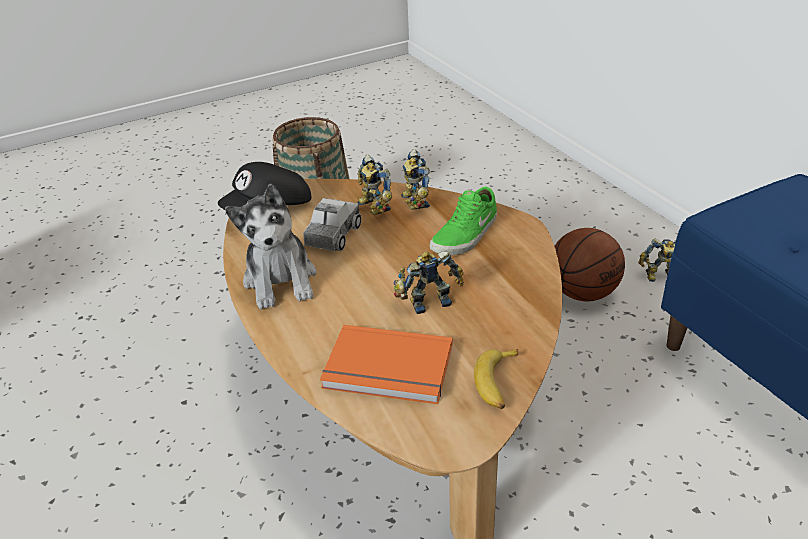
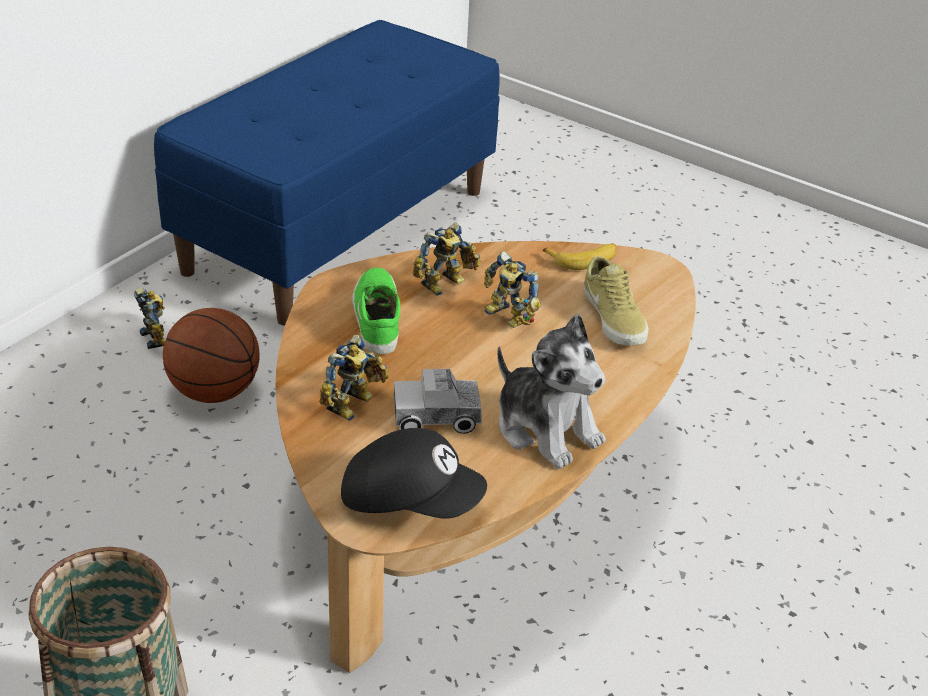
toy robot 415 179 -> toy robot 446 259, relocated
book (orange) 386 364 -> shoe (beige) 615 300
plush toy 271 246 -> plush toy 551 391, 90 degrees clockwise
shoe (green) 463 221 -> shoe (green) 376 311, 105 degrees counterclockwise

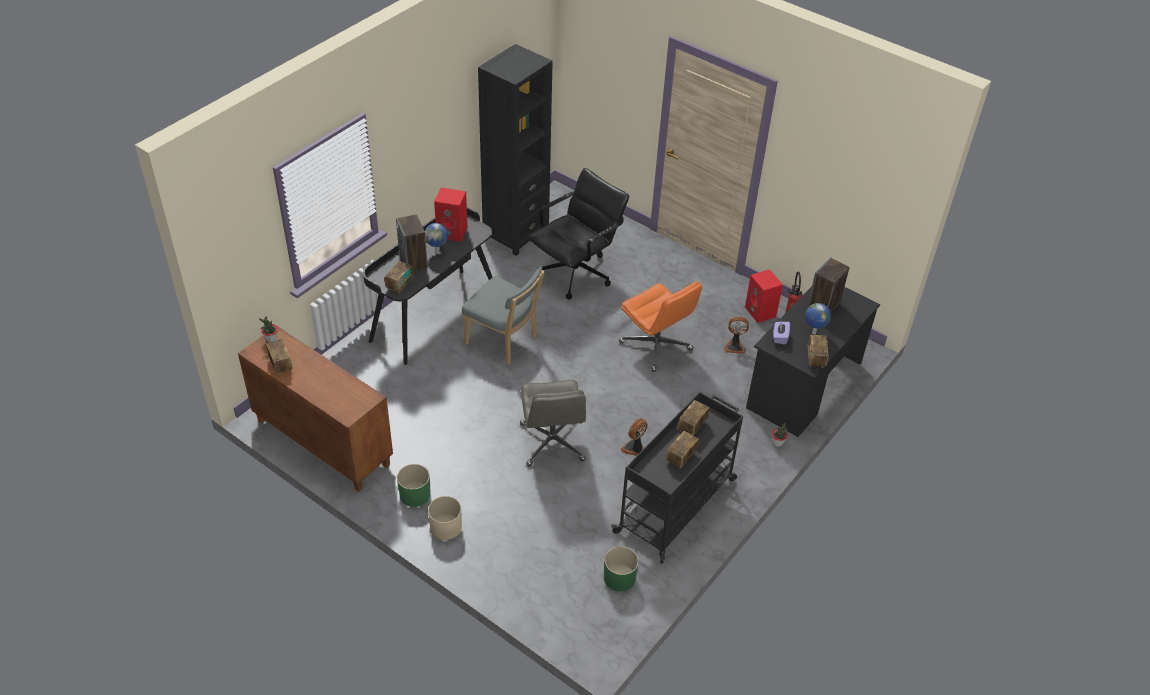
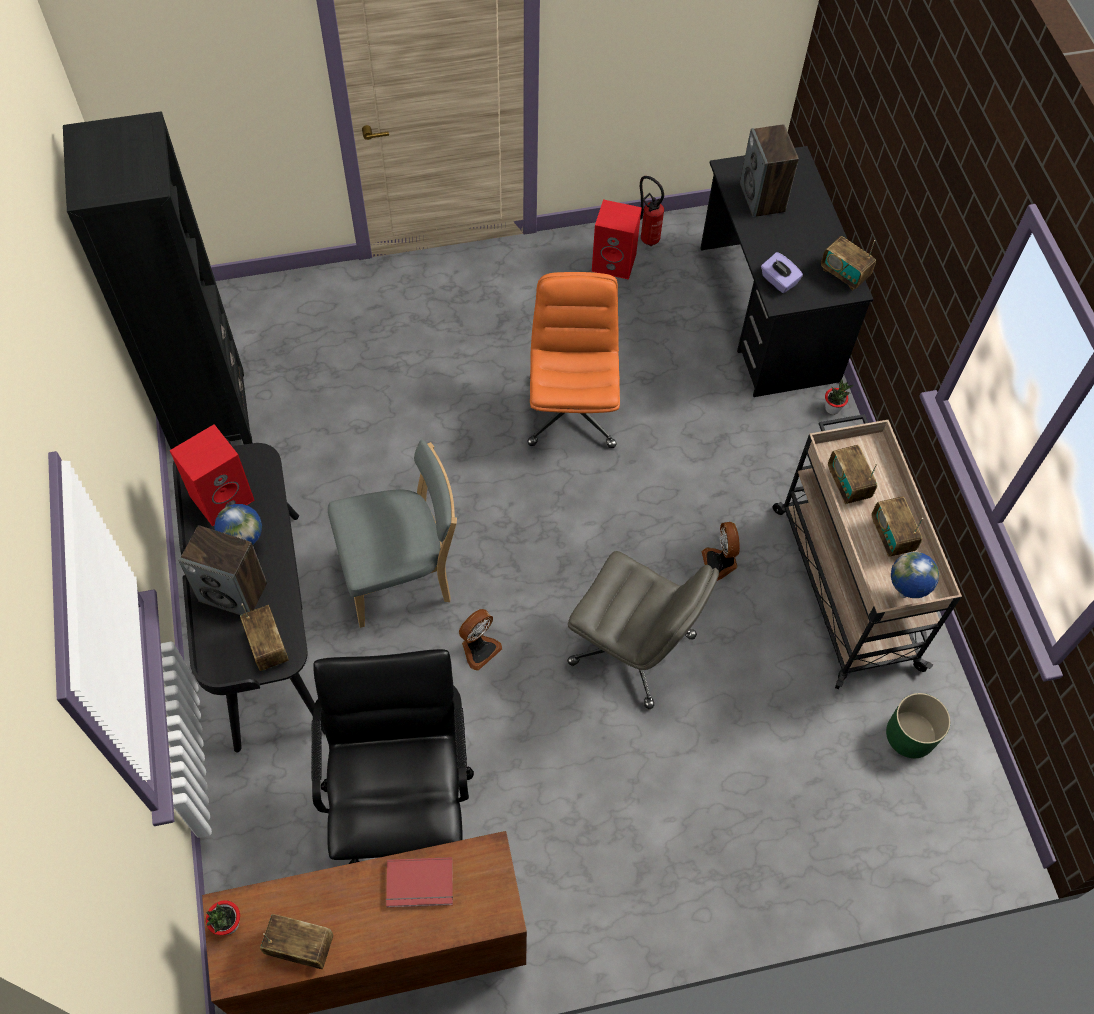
planter (green) 414 485 -> none
planter (beige) 445 518 -> none
none -> book (red) 419 882
office chair (black) 578 234 -> office chair (black) 392 756, relocated
fan 736 335 -> fan 480 640, relocated
globe 818 319 -> globe 915 575, relocated
cart (black) 677 477 -> cart (beige) 867 551
office chair (orange) 660 326 -> office chair (orange) 574 360, 90 degrees counterclockwise

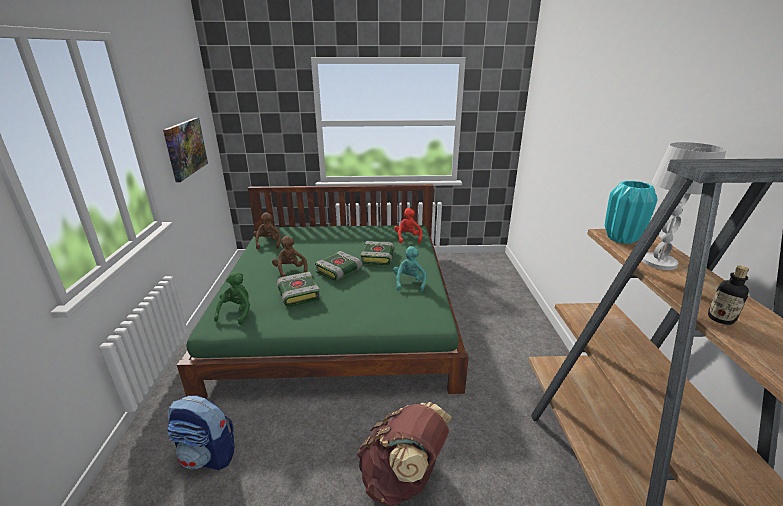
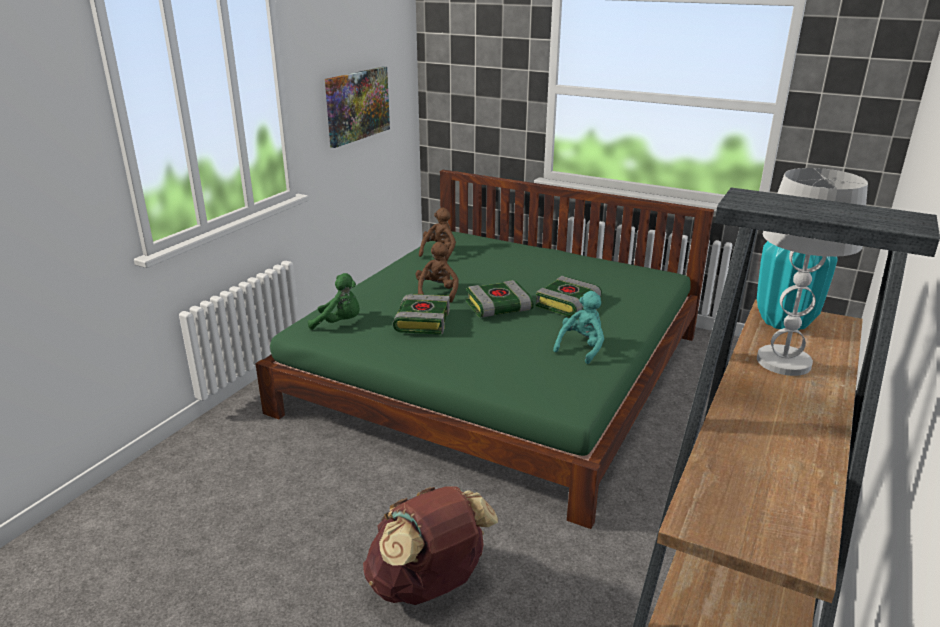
backpack 201 433 -> none
plush toy (red) 408 226 -> none
bottle 728 295 -> none
plush toy (green) 232 298 -> plush toy (green) 334 301, 60 degrees clockwise

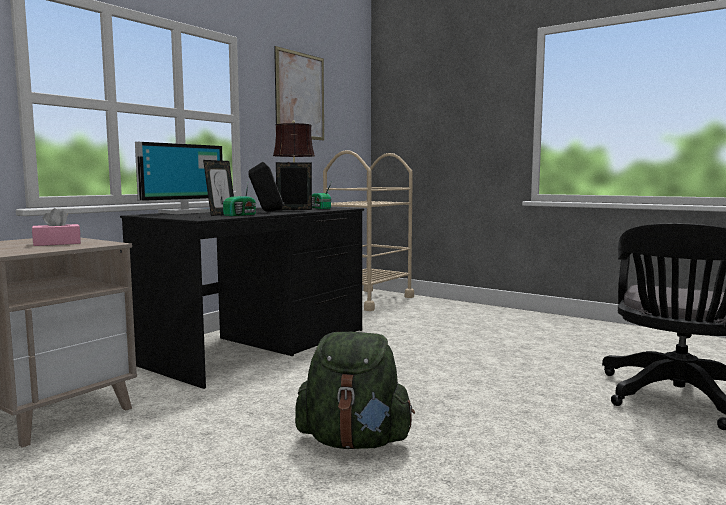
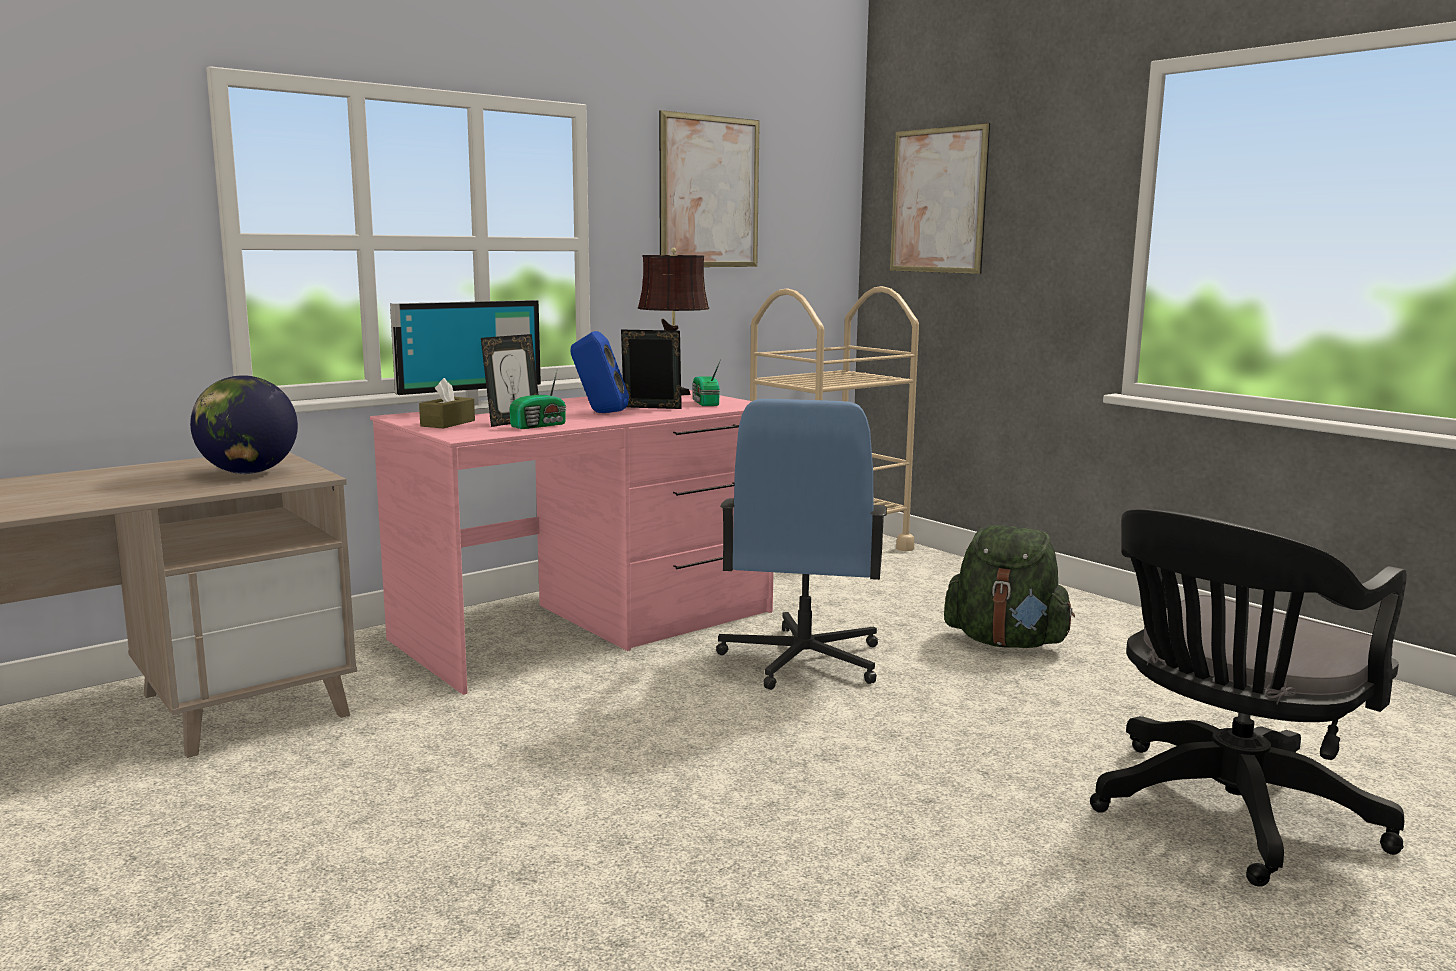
none -> tissue box (brown) 447 403
none -> office chair (blue) 801 544
none -> picture 940 198
backpack (green) 355 390 -> backpack (green) 1009 586, relocated
tissue box (pink) 56 227 -> globe 244 424
desk (black) 242 298 -> desk (pink) 571 542
speaker (black) 266 187 -> speaker (blue) 600 372

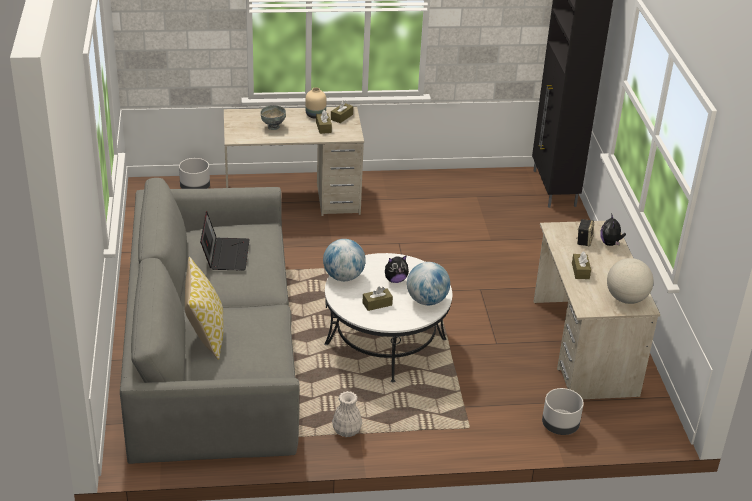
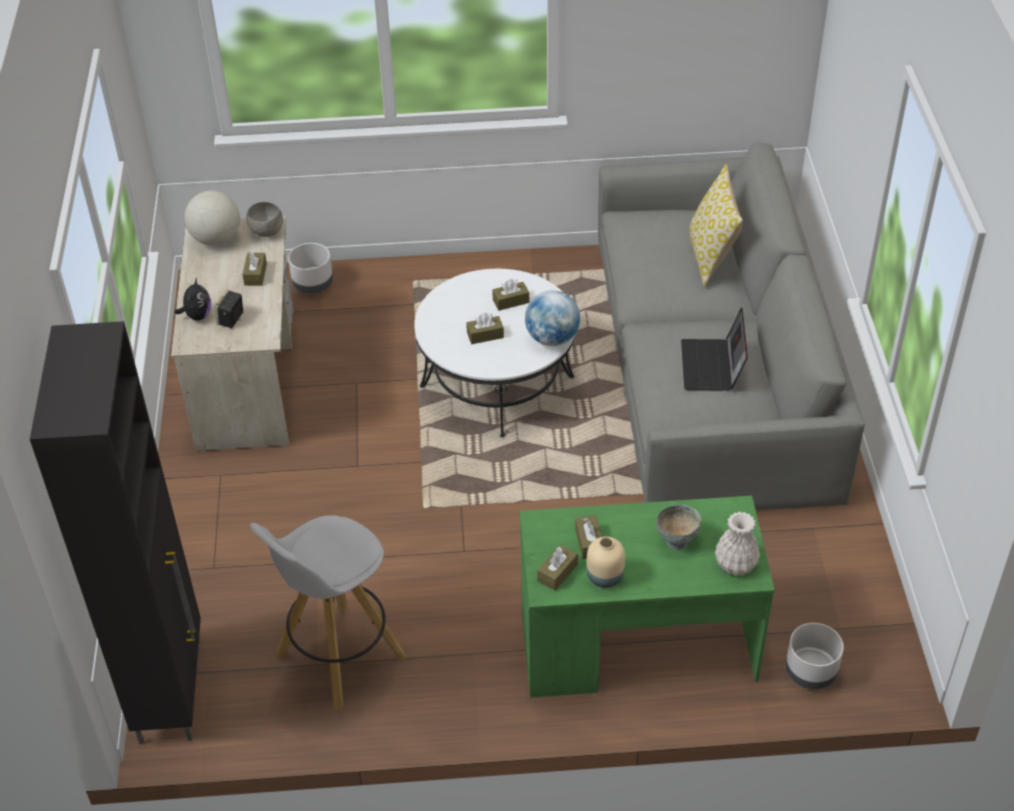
globe 428 283 -> none
none -> bowl (grey) 264 219
none -> stool (white) 328 612
vase (white) 347 414 -> vase (white) 737 544, relocated
plush toy 397 269 -> tissue box (brown) 485 328
desk (beige) 294 161 -> desk (green) 647 597

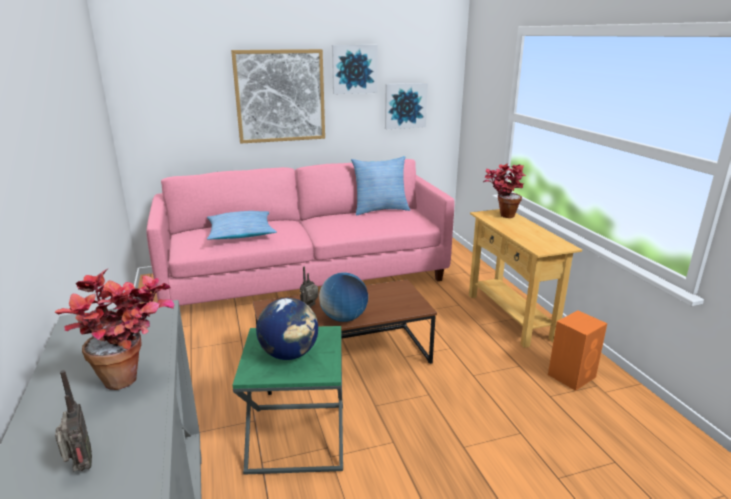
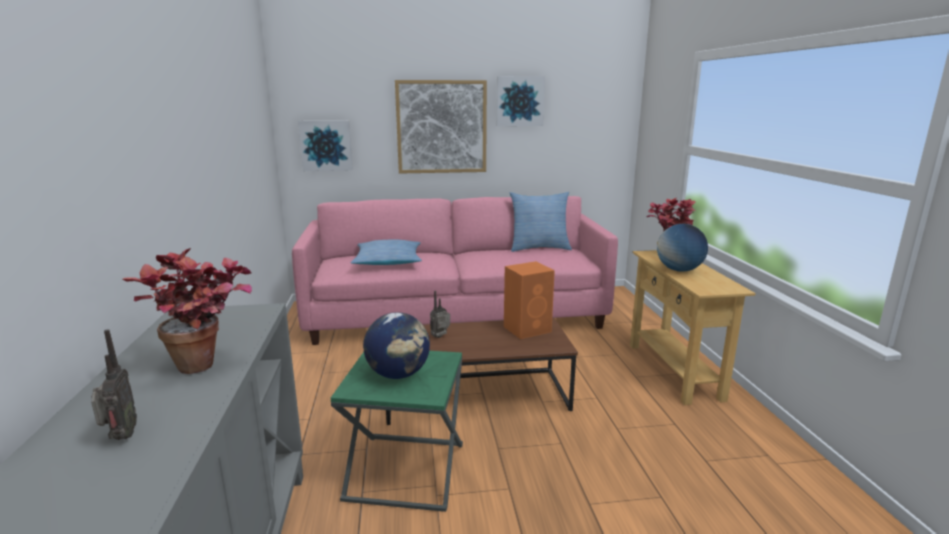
globe 343 297 -> globe 682 248, relocated
picture 406 106 -> picture 325 146, relocated
speaker (orange) 577 350 -> speaker (orange) 529 300, relocated

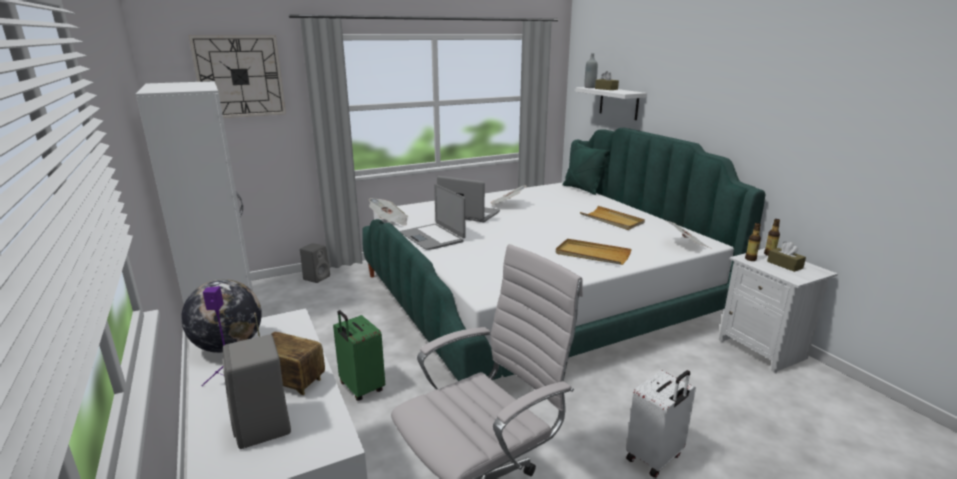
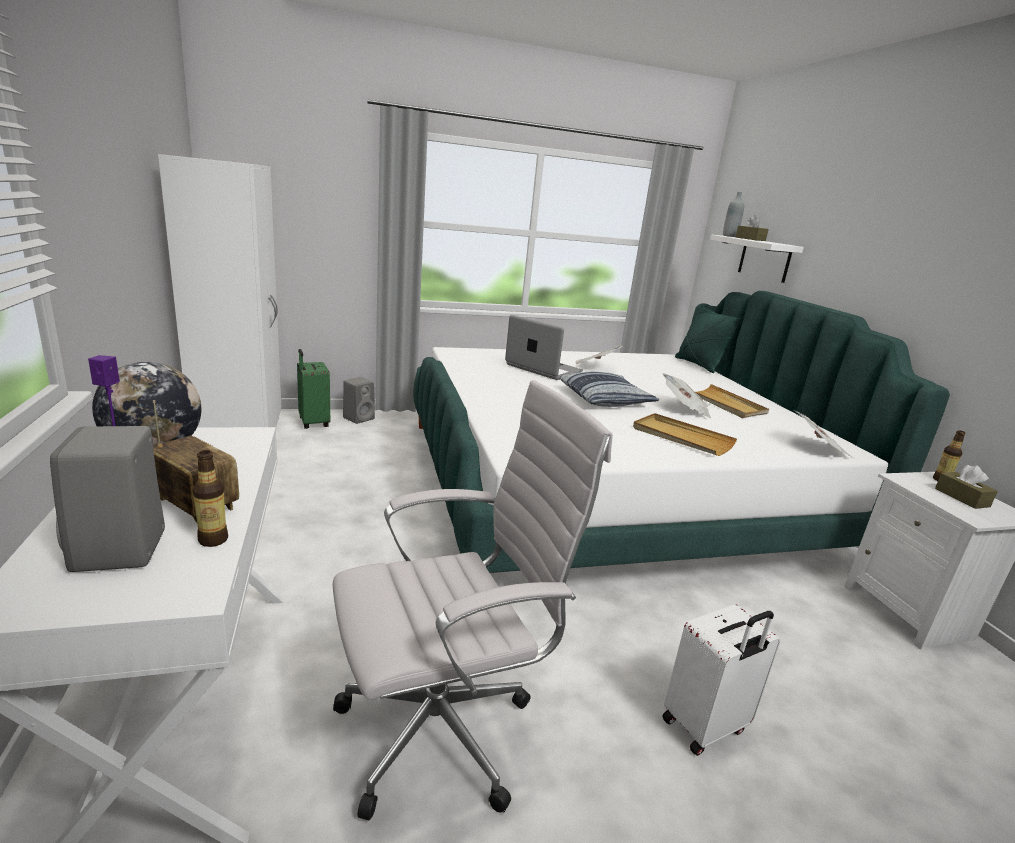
wall clock 237 76 -> none
laptop 433 217 -> none
none -> pillow 609 389
suitcase (green) 359 355 -> suitcase (green) 313 389, relocated
newspaper 388 212 -> newspaper 687 395, relocated
bottle 753 242 -> bottle 210 498, relocated

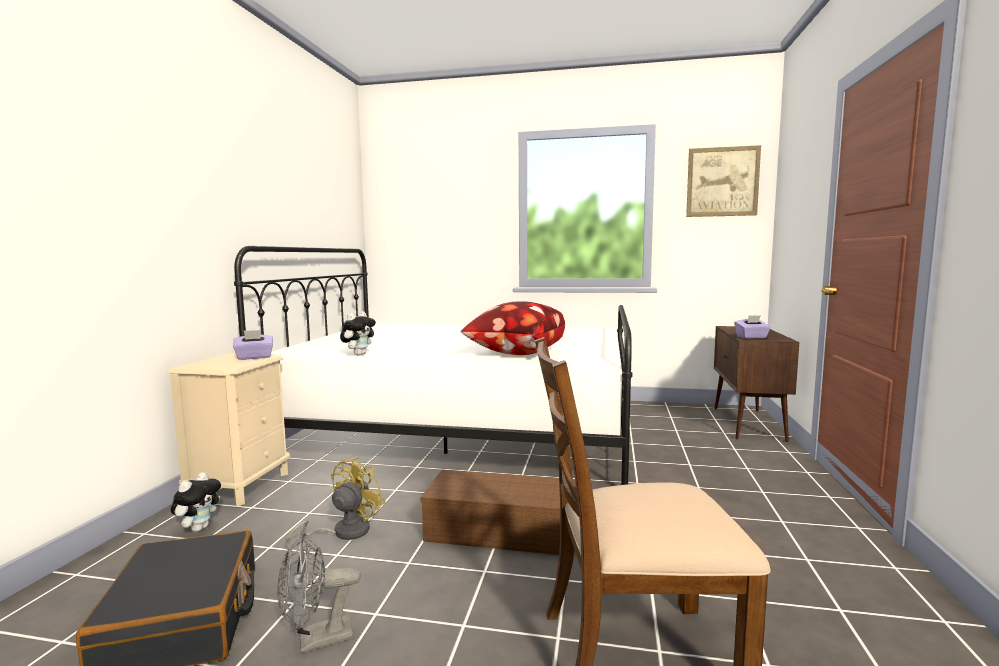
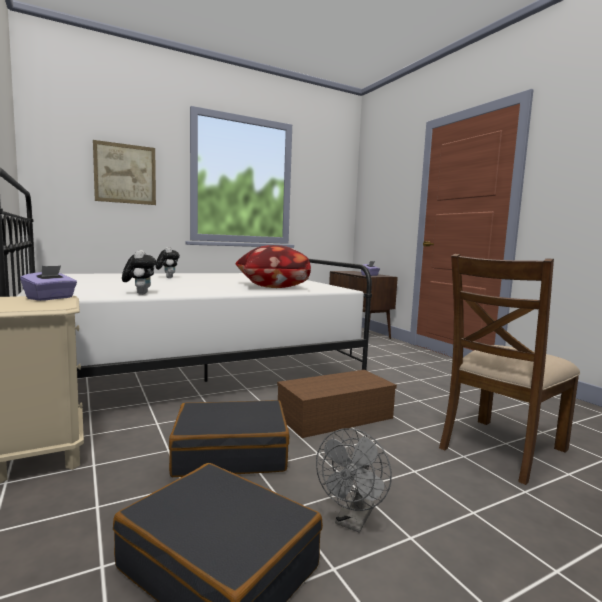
plush toy 196 502 -> plush toy 168 262, relocated
picture 723 181 -> picture 124 172, relocated
fan (yellow) 335 503 -> suitcase (black) 229 438

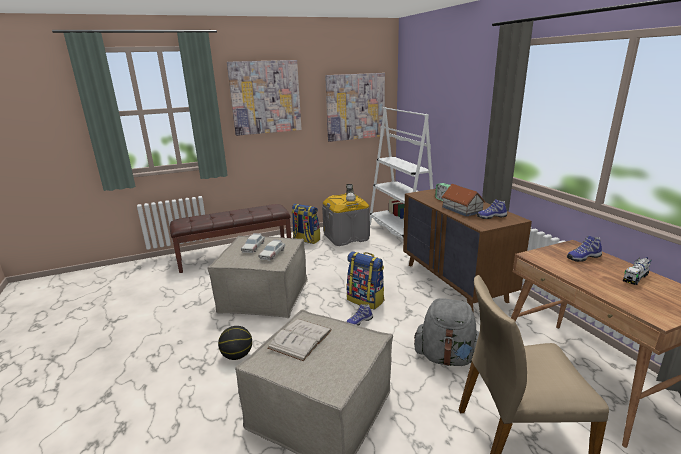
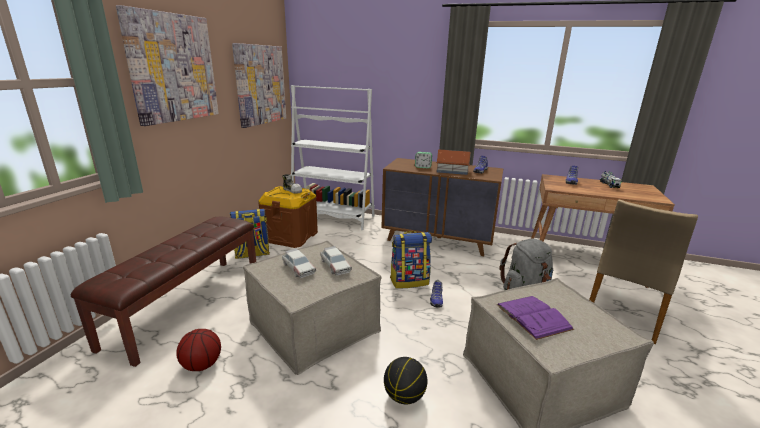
none -> basketball 198 350
book (white) 299 340 -> book (purple) 535 318
storage box (grey) 346 219 -> storage box (brown) 288 217

